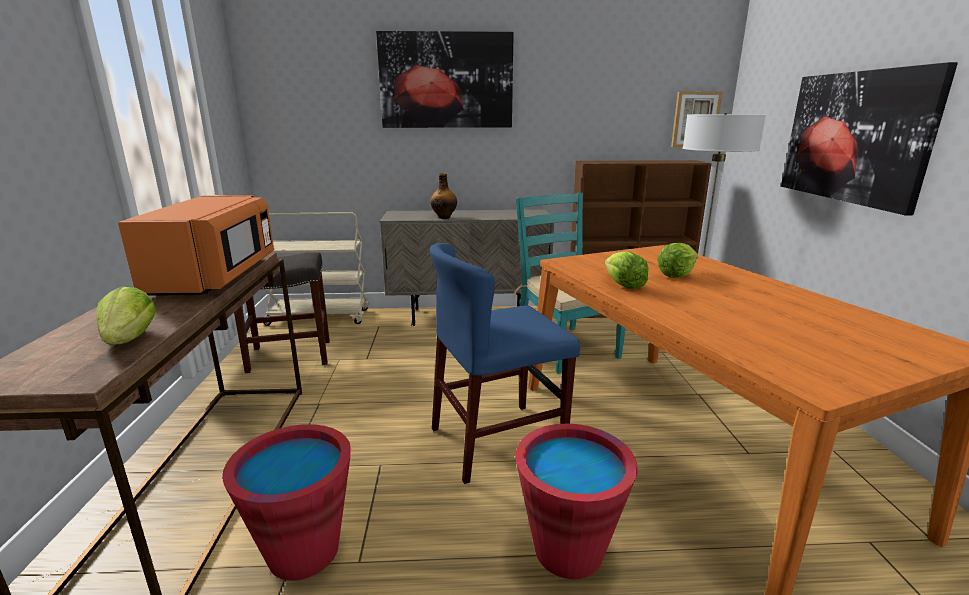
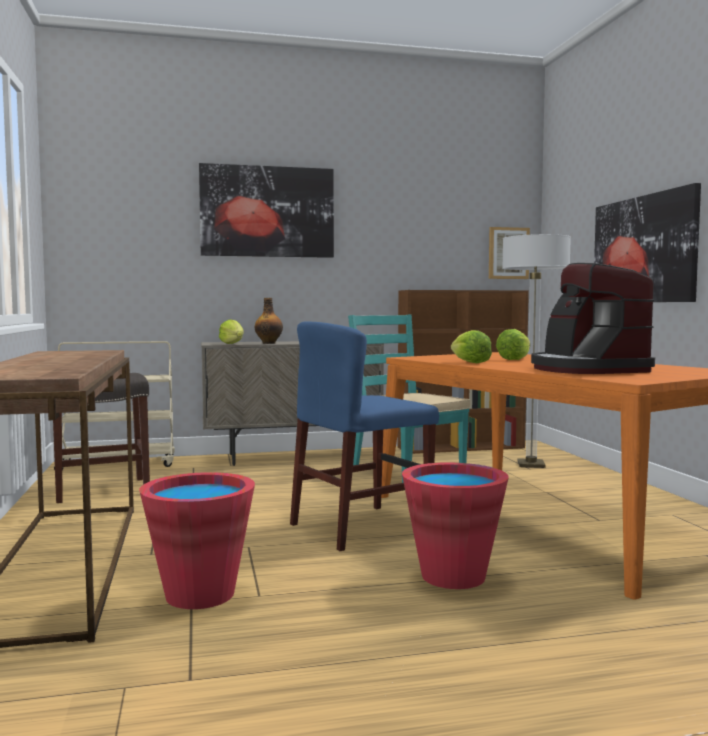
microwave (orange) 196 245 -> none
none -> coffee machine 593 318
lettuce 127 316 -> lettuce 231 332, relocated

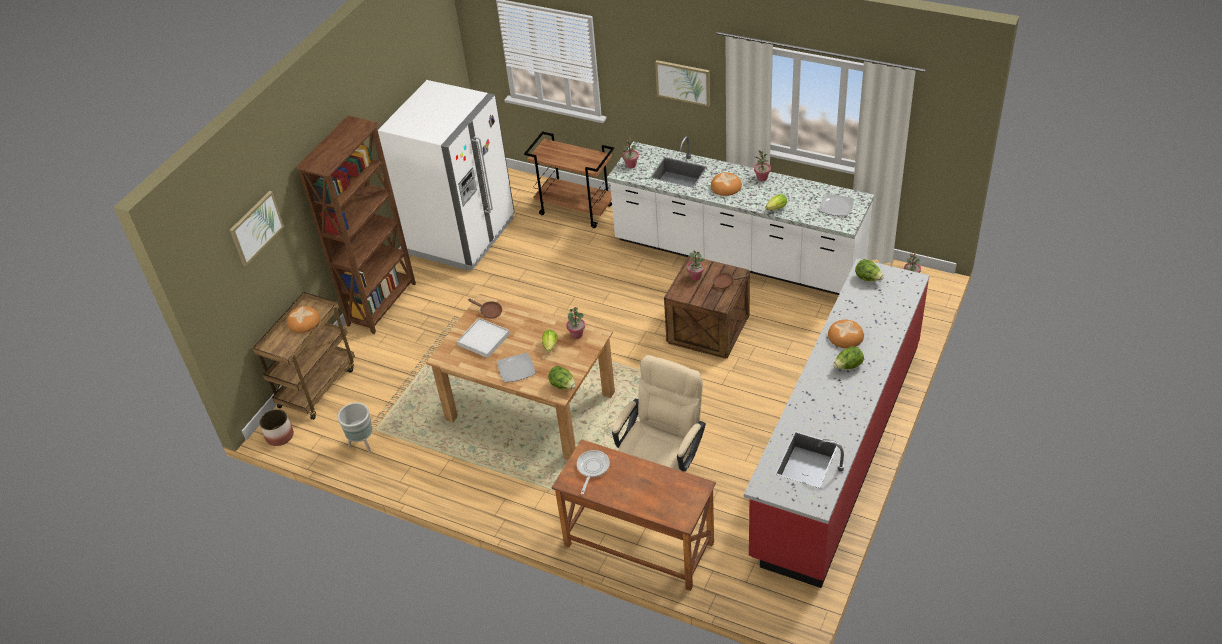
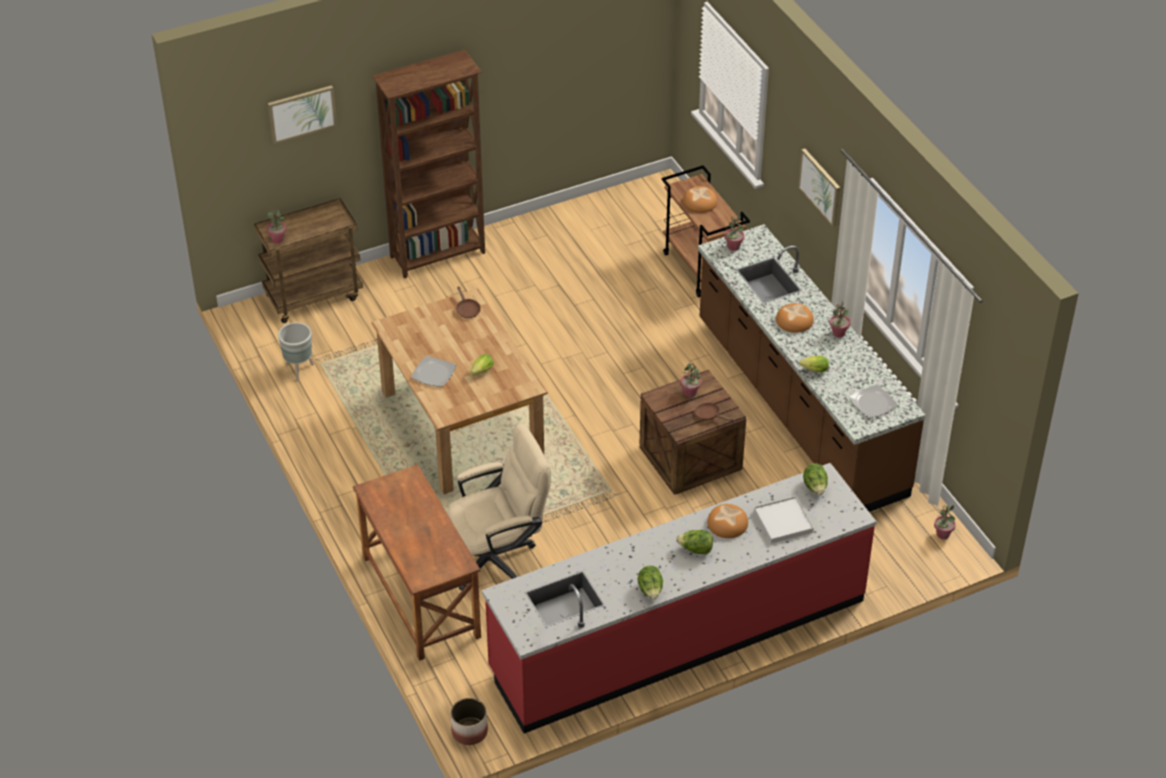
fridge (white) 446 175 -> none
frying pan 593 472 -> none
planter 276 427 -> planter 469 721, relocated
bread 303 319 -> bread 700 199, relocated
tray (white) 483 338 -> tray (white) 784 520, relocated
lettuce 562 378 -> lettuce 650 583, relocated
potted plant 575 323 -> potted plant 276 226, relocated
counter (white) 740 215 -> counter (brown) 811 368

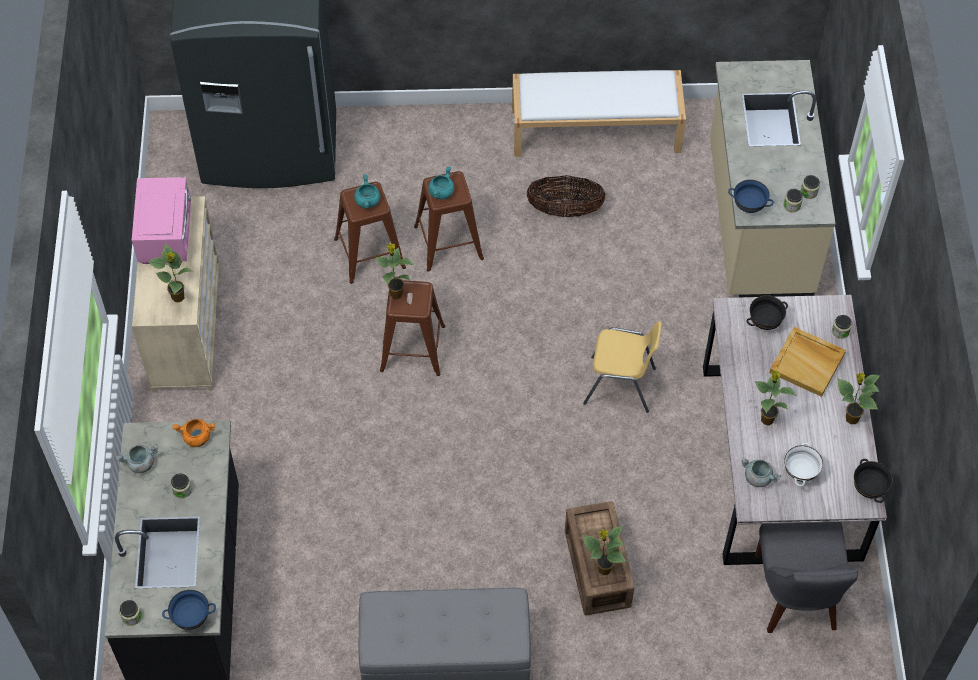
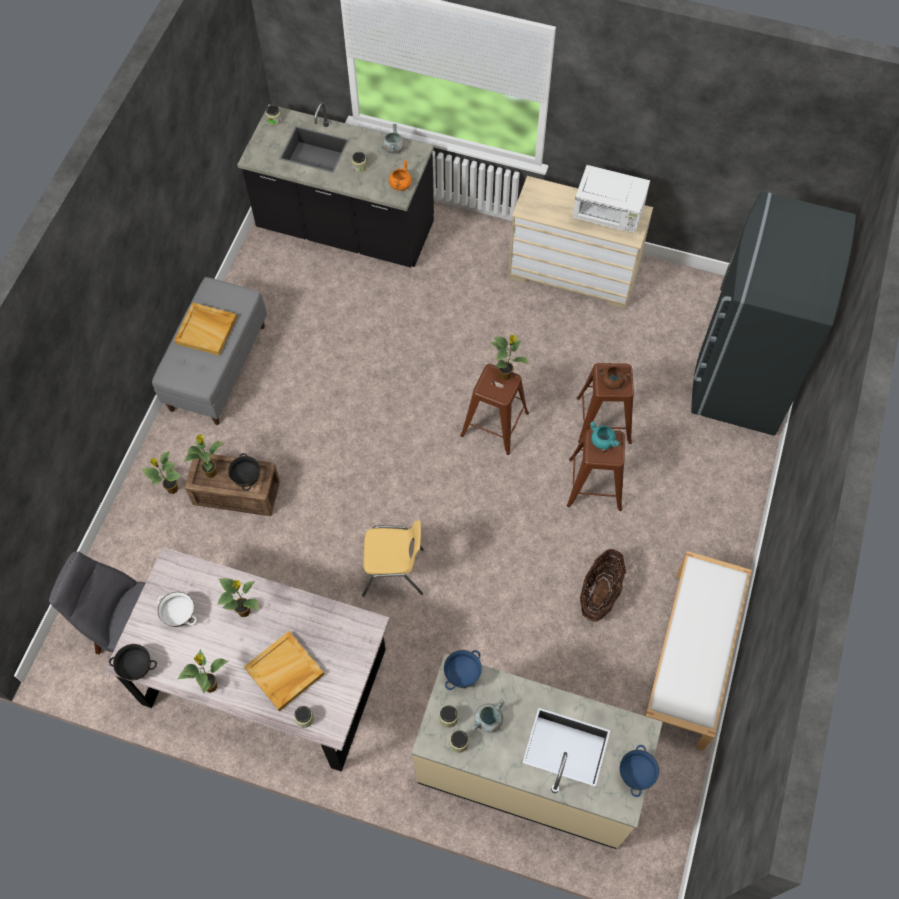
none -> tray (beige) 205 329
potted plant 170 272 -> potted plant 162 472, relocated
bowl (blue) 189 610 -> bowl (blue) 639 771, relocated
cooking pot (grey) 761 472 -> cooking pot (grey) 487 716, relocated
bowl (black) 767 312 -> bowl (black) 244 472, relocated
microwave (pink) 161 220 -> microwave (white) 611 199
cooking pot (turquoise) 367 191 -> cooking pot (brown) 614 378
chair (yellow) 622 367 -> chair (yellow) 393 558, 120 degrees counterclockwise

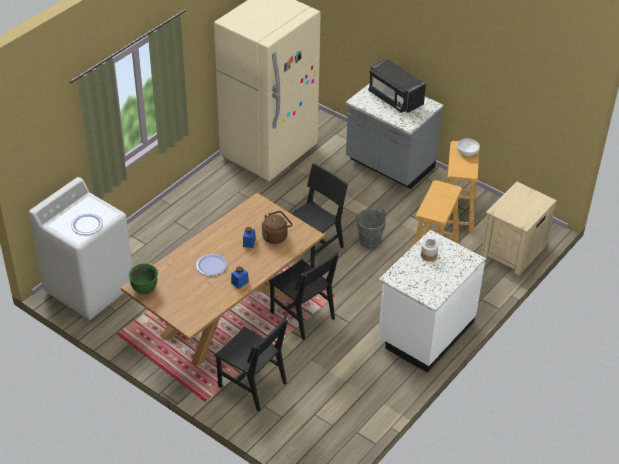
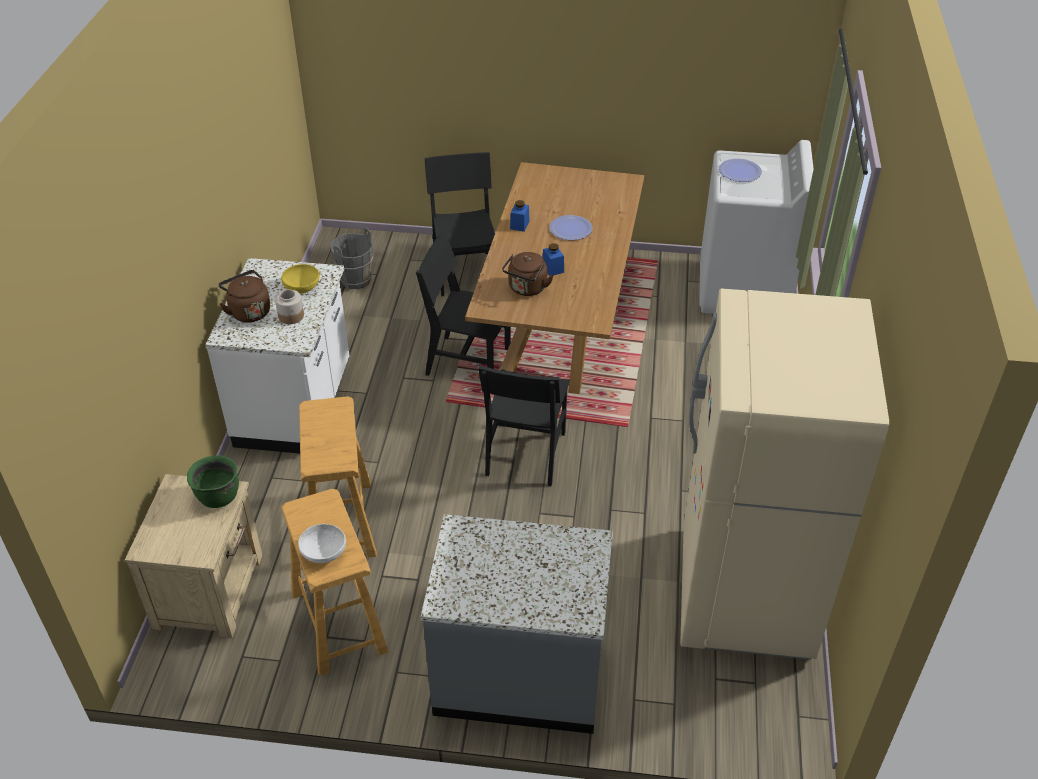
microwave (black) 397 86 -> none
none -> kettle (brown) 244 296
none -> bowl (yellow) 300 279
cooking pot (green) 143 278 -> cooking pot (green) 213 481, relocated
bucket (grey) 371 228 -> bucket (grey) 352 258, relocated
chair (black) 251 363 -> chair (black) 460 224, 75 degrees clockwise

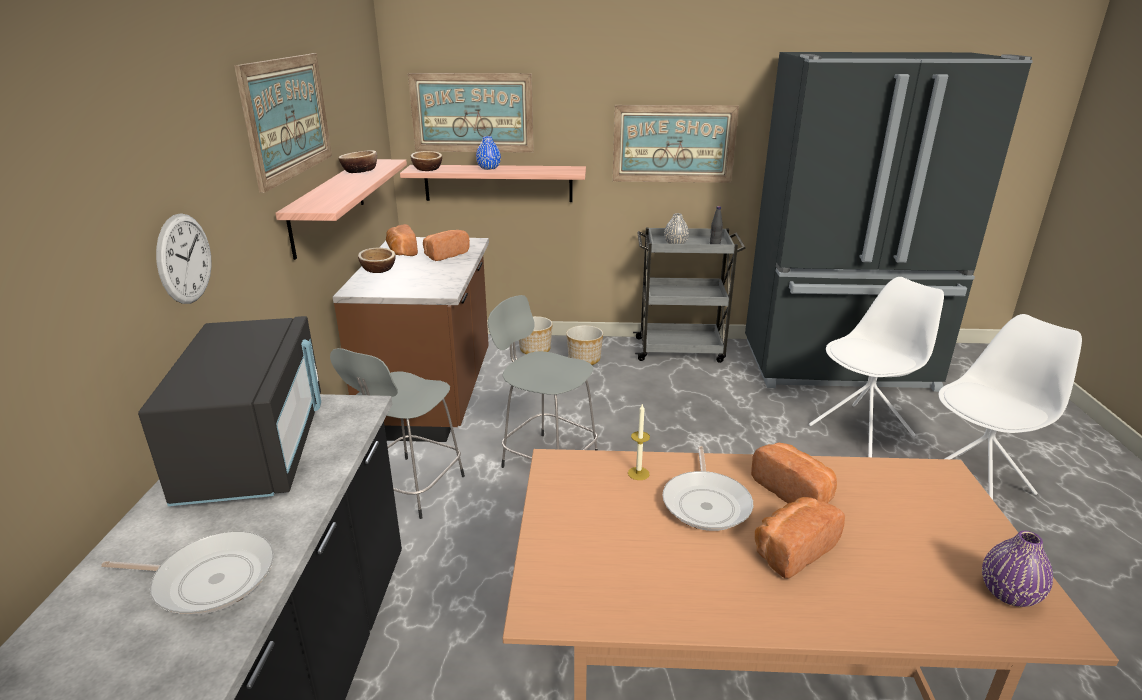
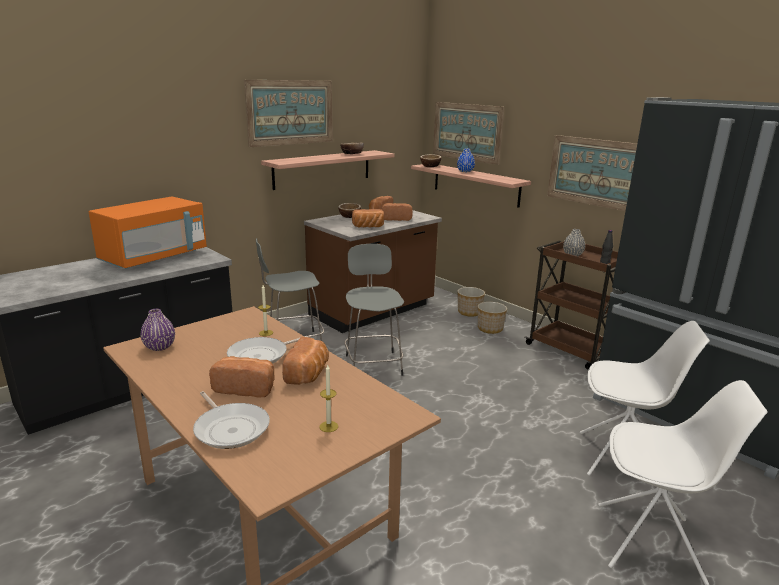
wall clock 183 258 -> none
none -> candle 328 398
none -> bread 368 218
frying pan 187 572 -> frying pan 231 420, relocated
vase (purple) 1017 569 -> vase (purple) 158 330, relocated
microwave (black) 229 411 -> microwave (orange) 148 233
cart (grey) 689 295 -> cart (brown) 571 305

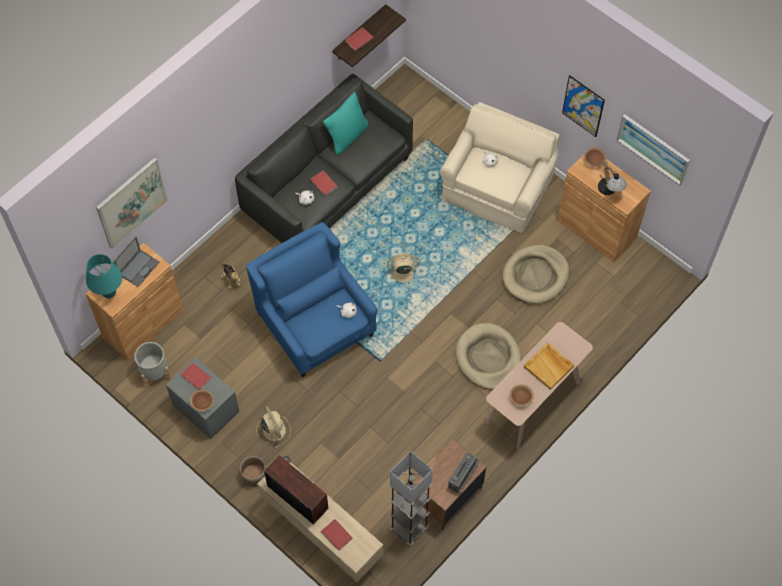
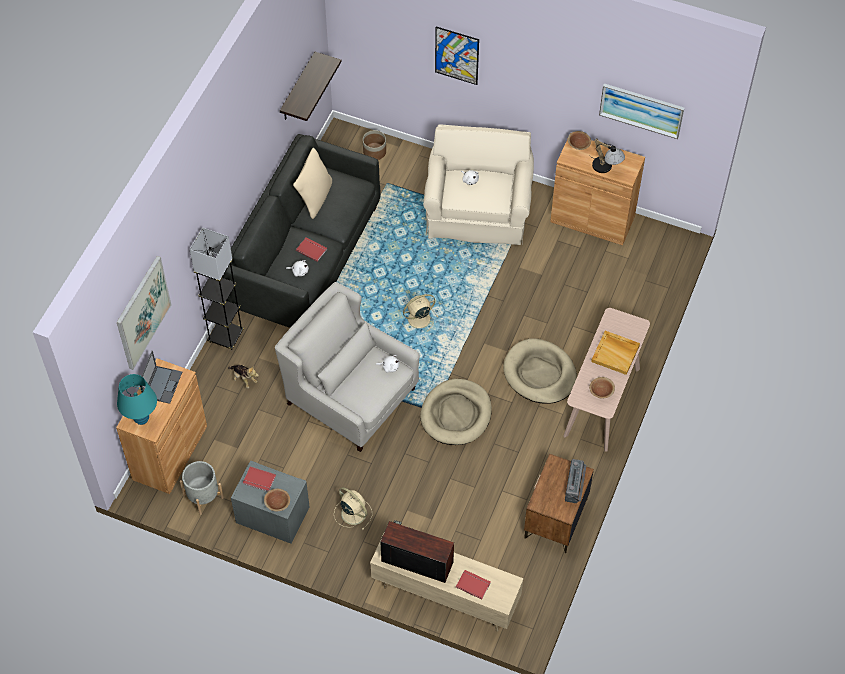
book (red) 359 39 -> none
planter 253 471 -> planter 374 145, relocated
floor lamp (grey) 411 498 -> floor lamp (grey) 216 289, relocated
dog bed (beige) 535 274 -> dog bed (beige) 456 412, relocated
picture 583 106 -> picture 457 55, relocated
armchair (blue) 311 299 -> armchair (white) 347 367
pillow (turquoise) 345 123 -> pillow (beige) 312 183

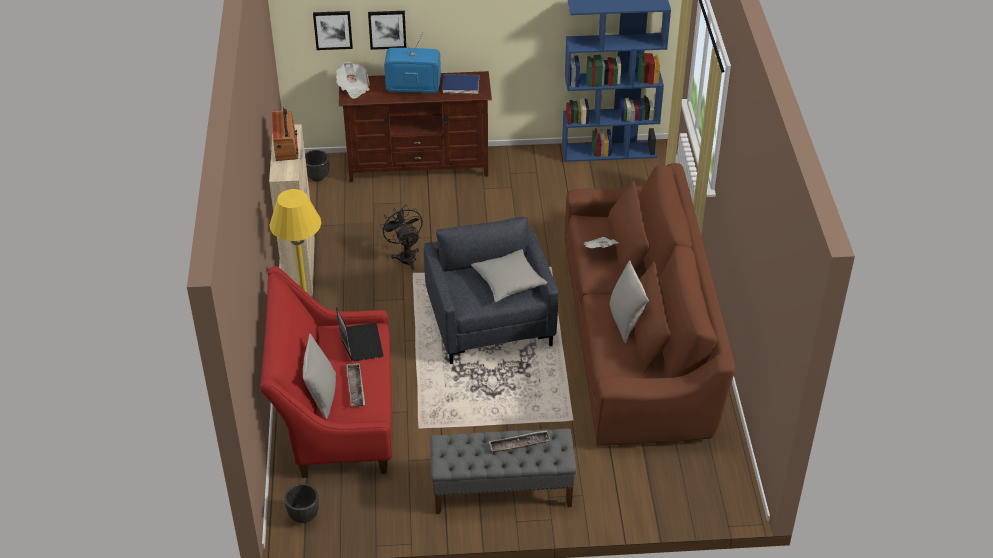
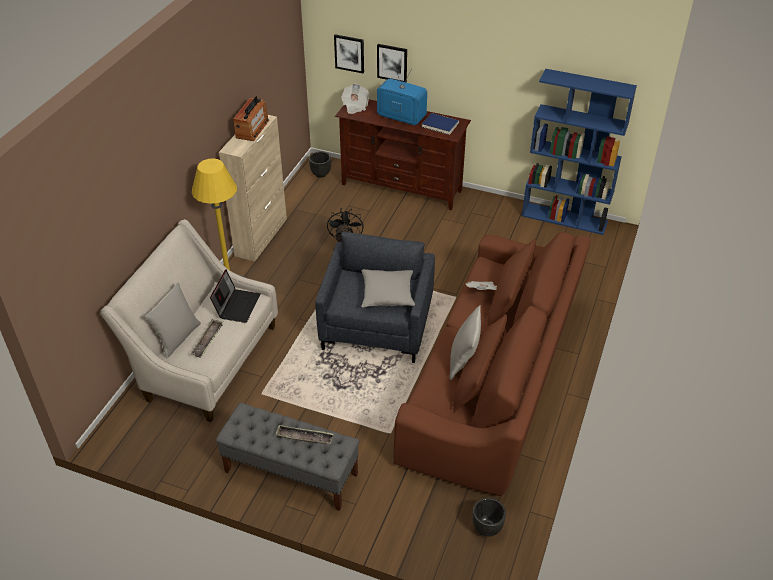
planter (black) 301 503 -> planter (black) 489 517, relocated
sofa (red) 326 372 -> sofa (beige) 189 320

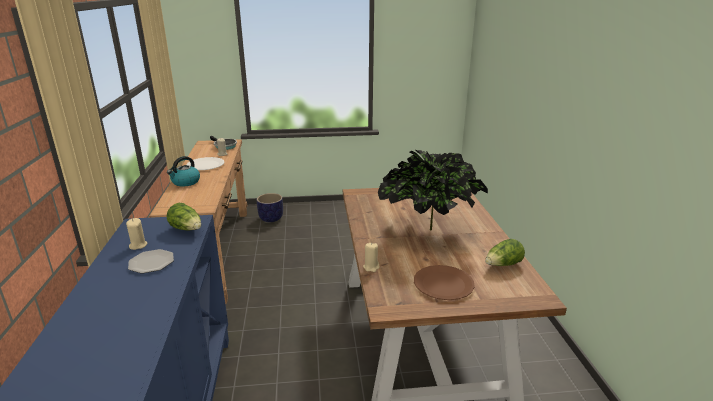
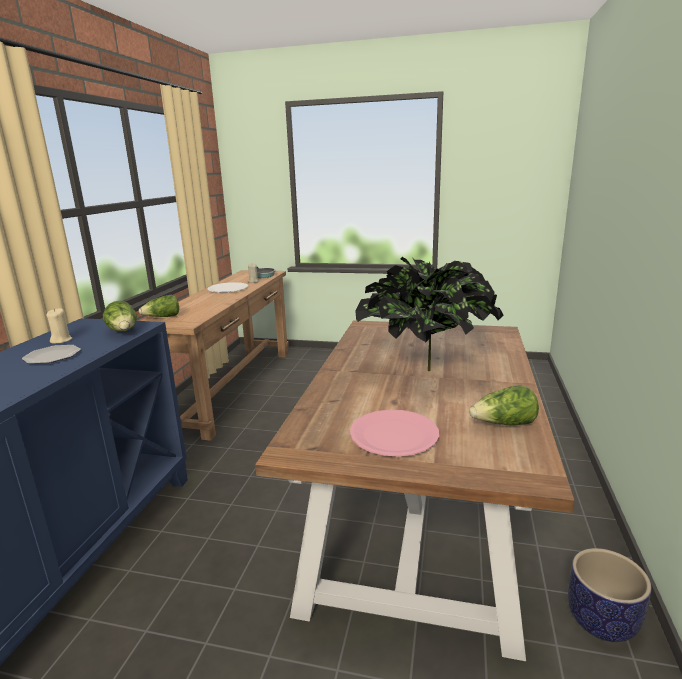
kettle 183 171 -> none
candle (beige) 371 257 -> none
none -> lettuce 159 306
planter 270 207 -> planter 610 595, relocated
plate (brown) 444 282 -> plate (pink) 394 433

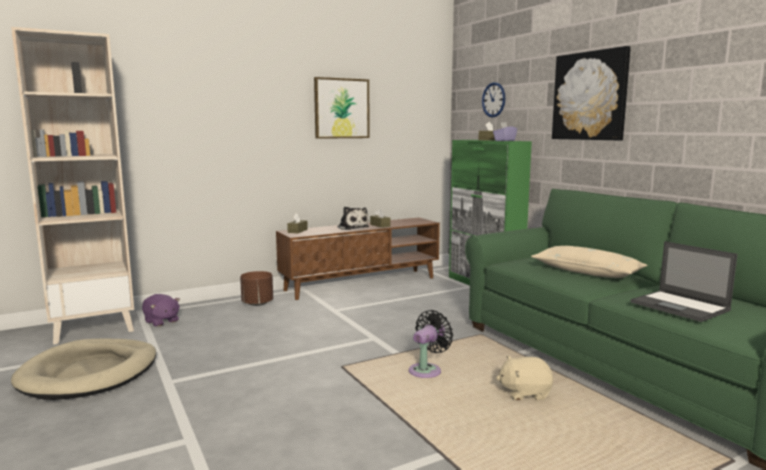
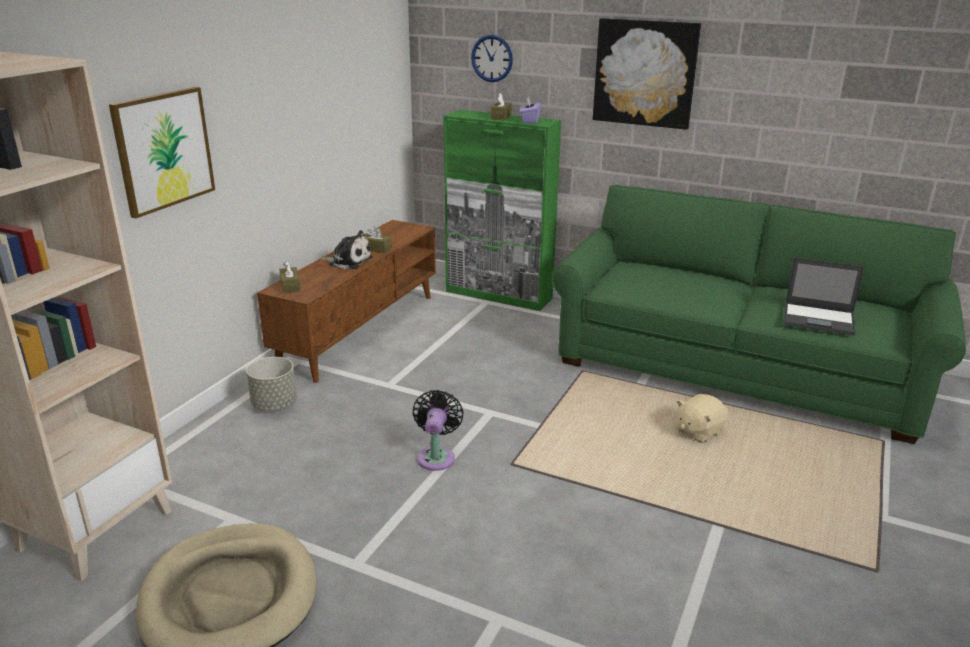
plush toy (purple) 161 310 -> none
pillow (beige) 589 262 -> none
picture 342 108 -> picture 162 152, relocated
fan (black) 431 344 -> fan (black) 438 430, relocated
planter (brown) 256 288 -> planter (grey) 271 384

